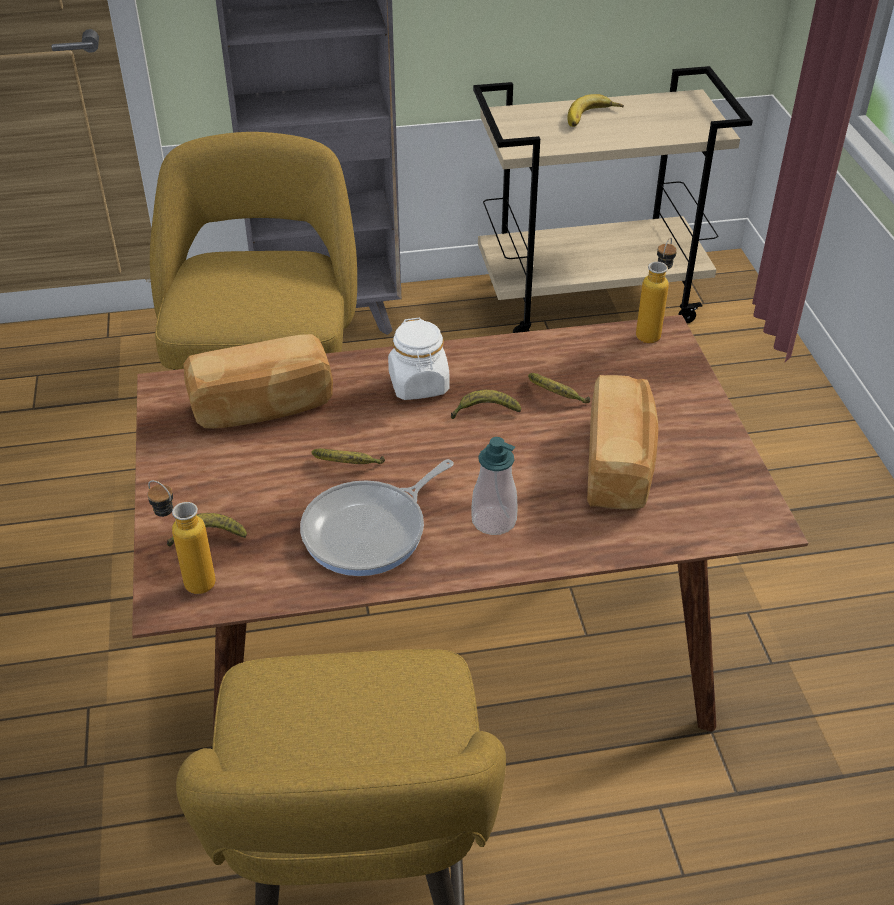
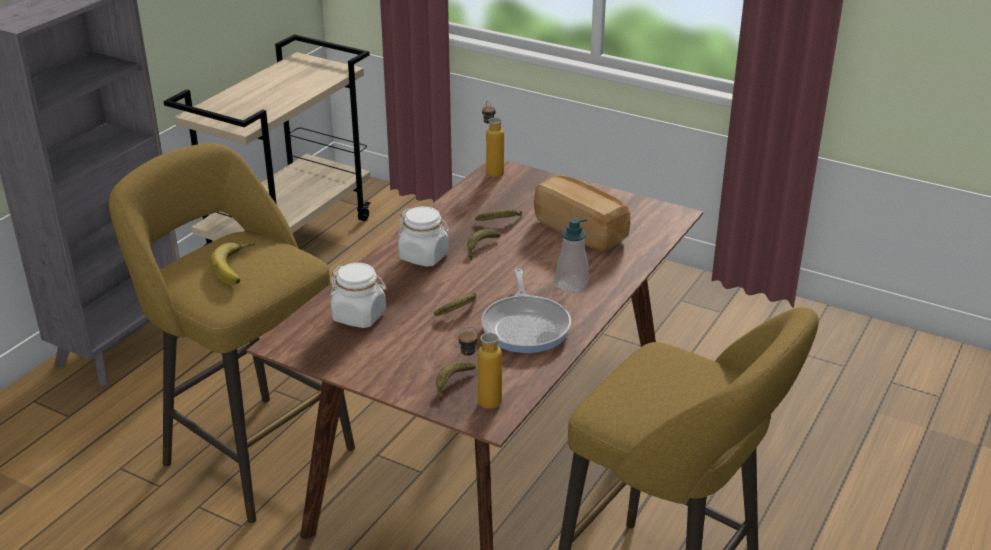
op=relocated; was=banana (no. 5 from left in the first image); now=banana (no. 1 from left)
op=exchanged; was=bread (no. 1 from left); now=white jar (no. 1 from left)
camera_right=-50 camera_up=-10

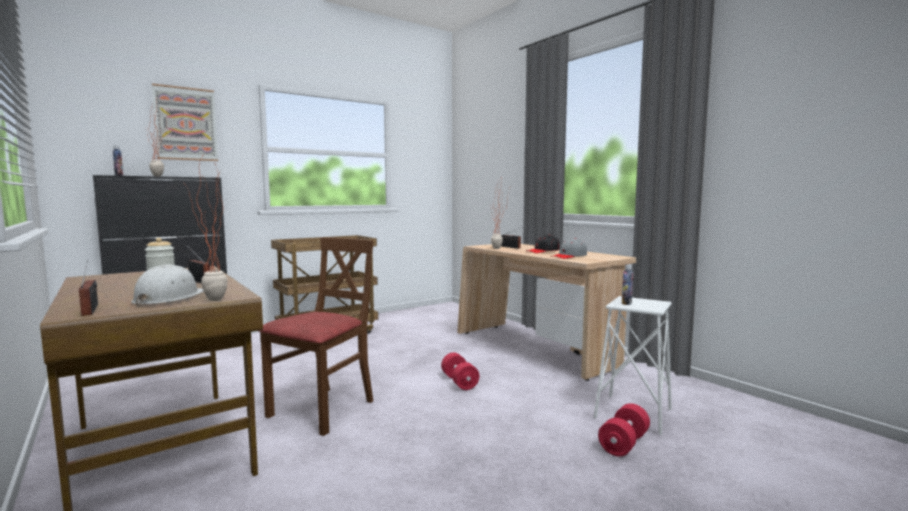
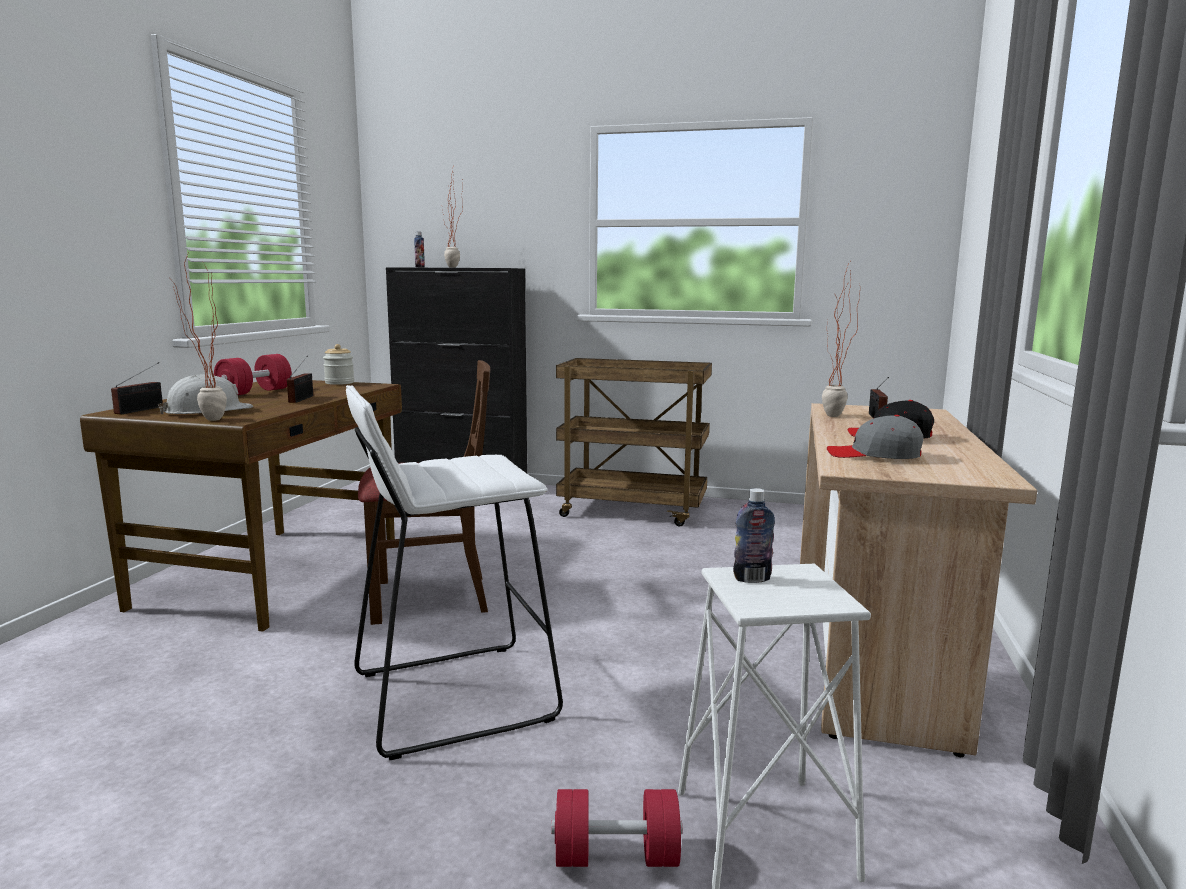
op=missing; was=picture
op=relocated; was=red dumbbell (no. 1 from left)
op=appeared; now=white stool (no. 1 from left)
camera_right=50 camera_up=5

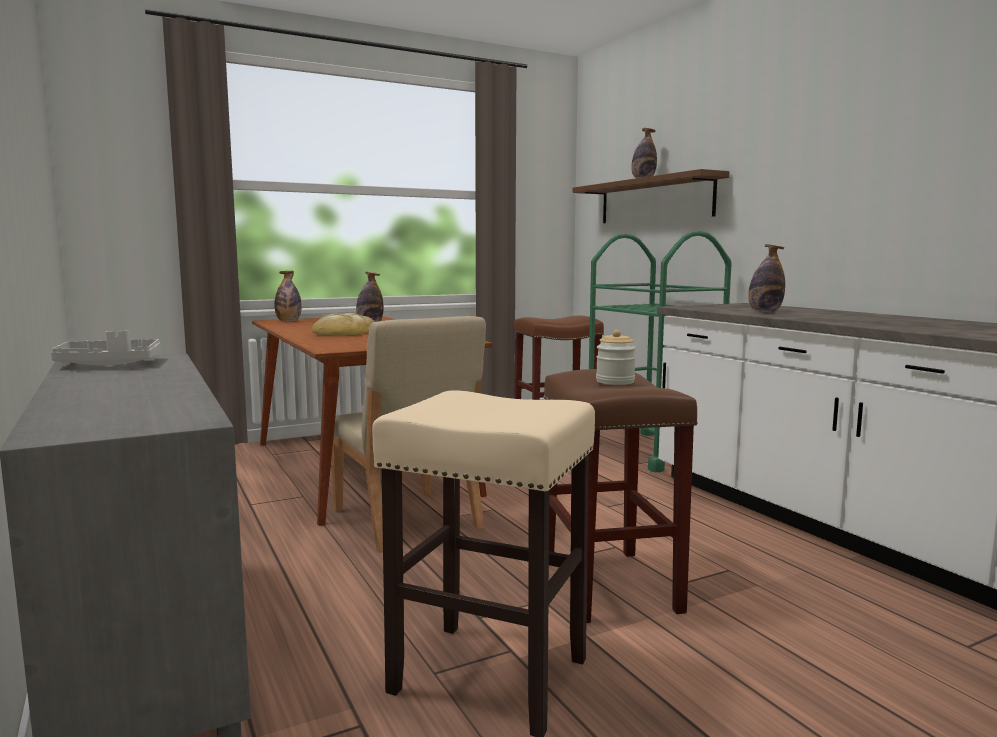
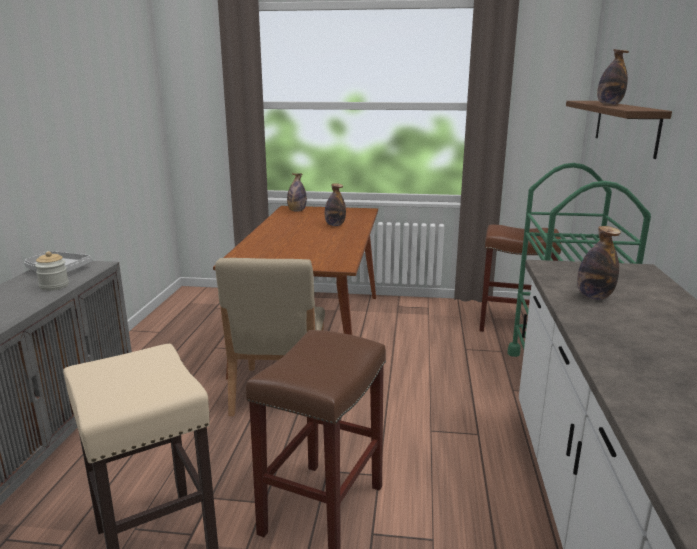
op=missing; was=bread
op=relocated; was=jar
camera_right=35 camera_up=10

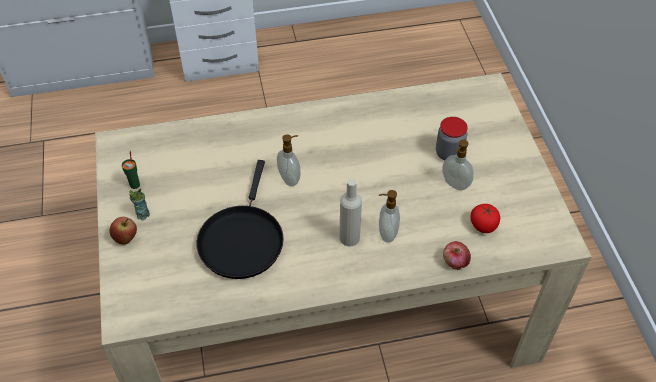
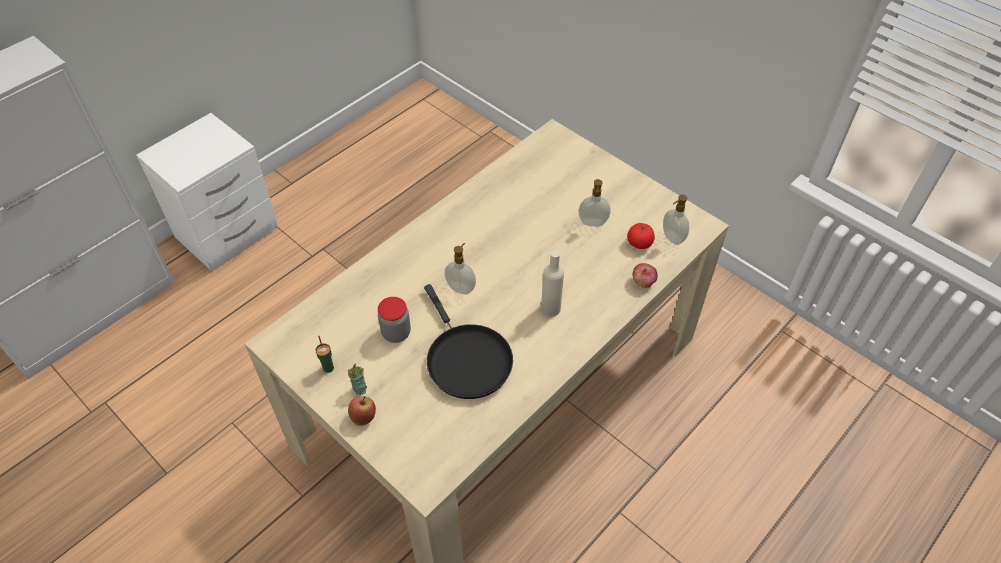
op=relocated; was=jar
op=relocated; was=soap dispenser (no. 2 from left in the first image); now=soap dispenser (no. 3 from left)
camera_right=-35 camera_up=0

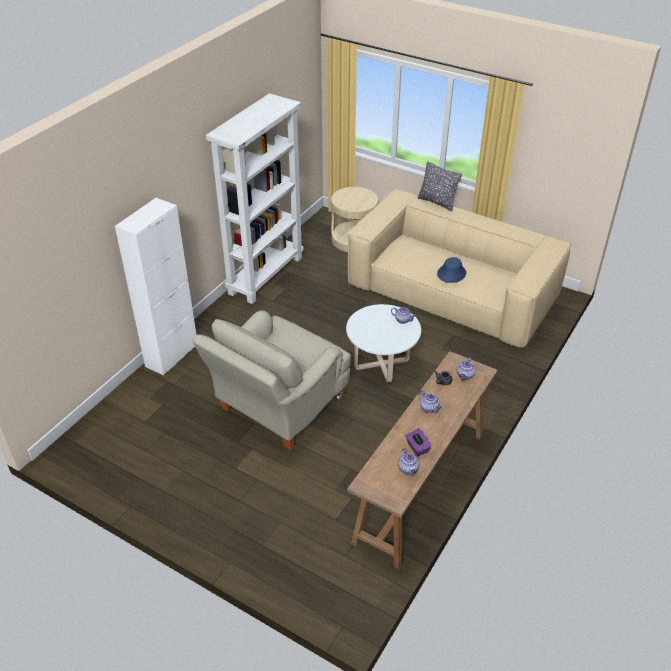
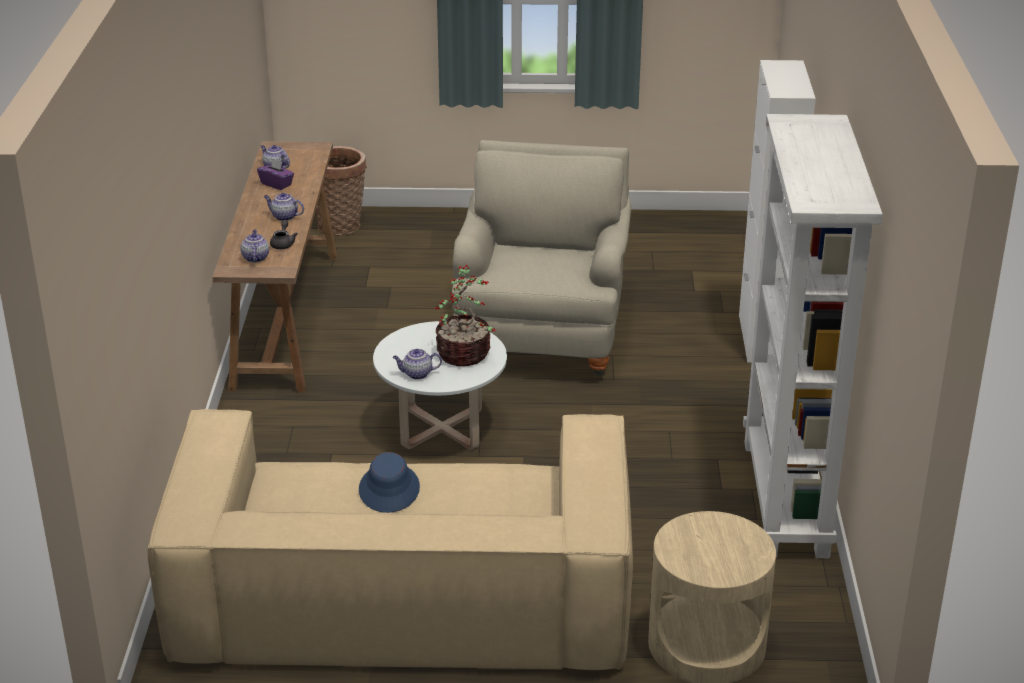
op=missing; was=grey pillow
op=appeared; now=basket
op=appeared; now=potted plant
camera_right=150 camera_up=-10

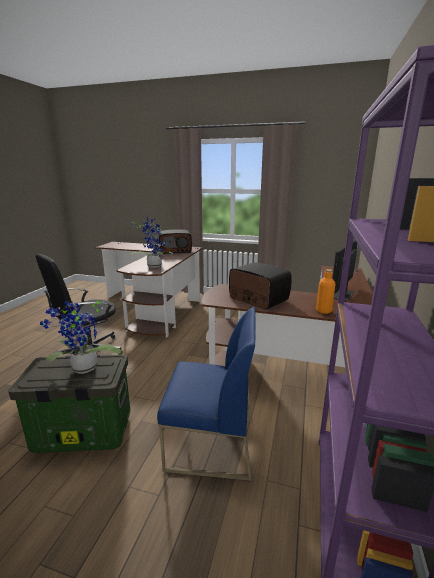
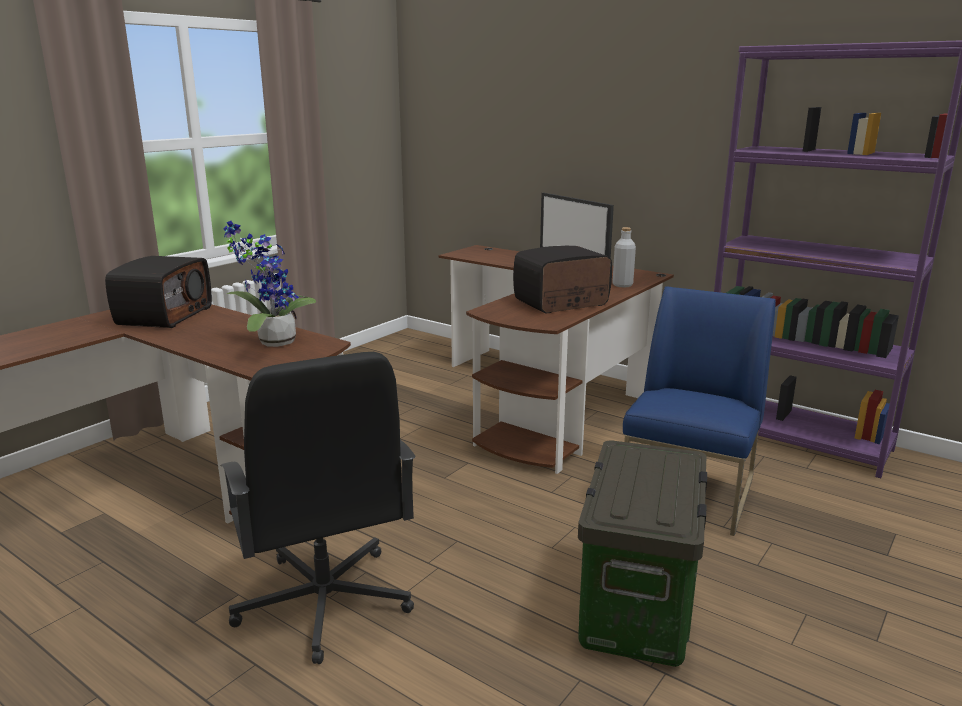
op=colour; was=orange bottle; now=grey bottle
op=missing; was=potted plant (no. 1 from left)
camera_right=-70 camera_up=0

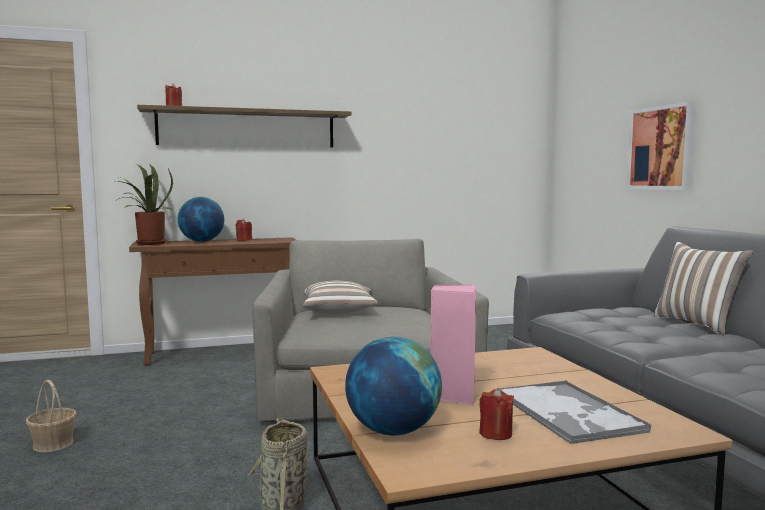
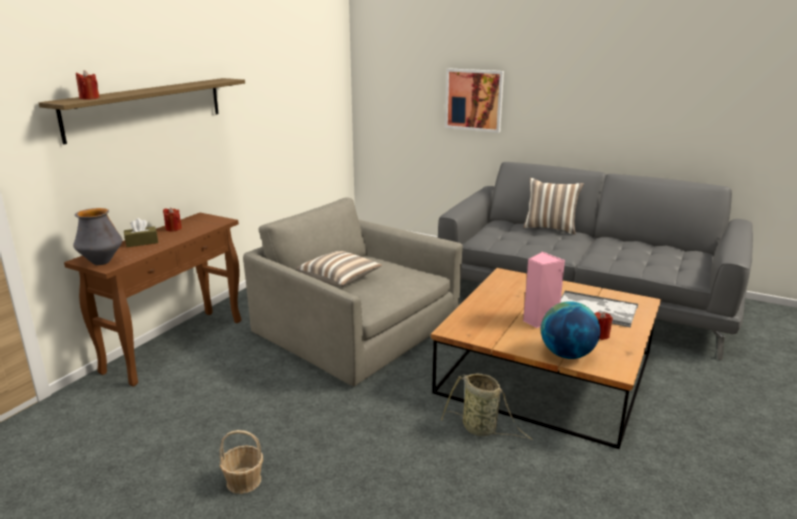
op=exchanged; was=potted plant; now=vase
op=exchanged; was=globe (no. 1 from left); now=brown tissue box
camera_right=-45 camera_up=15

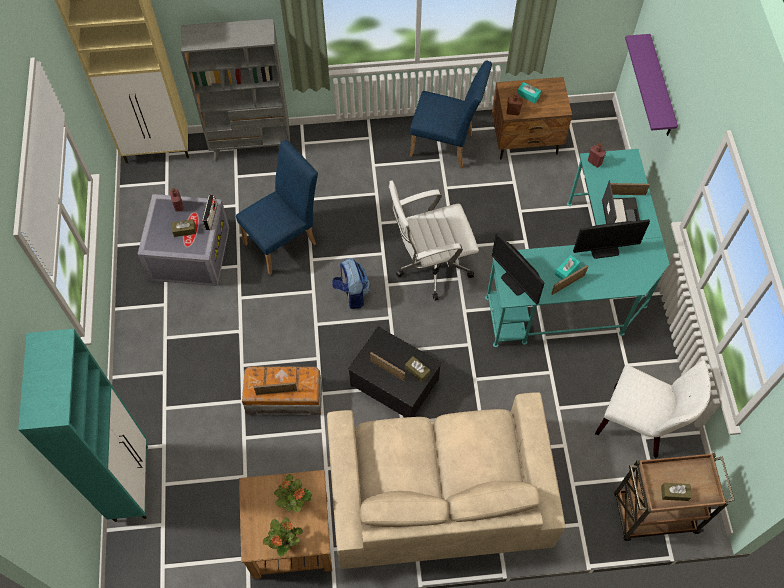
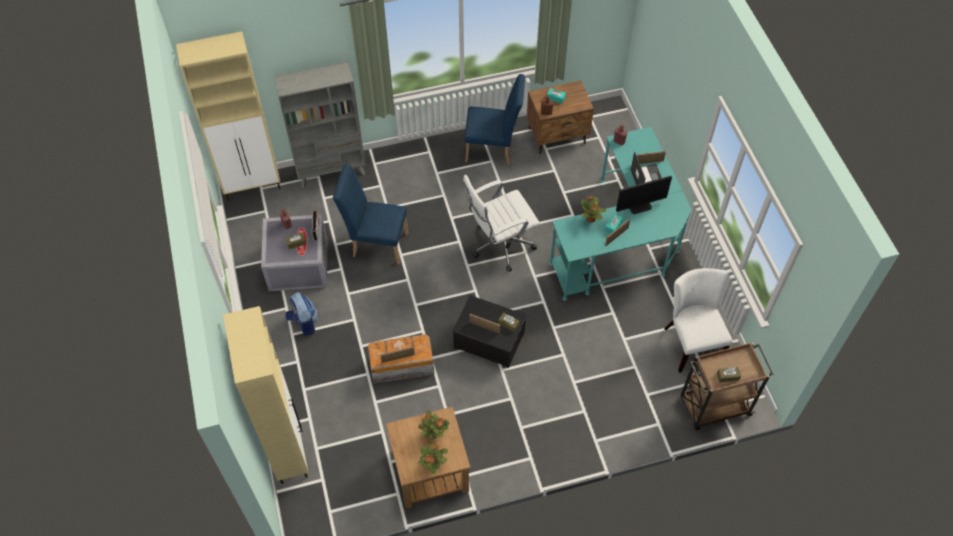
op=missing; was=purple shelf
op=spun; was=blue chair (no. 1 from left); clockwise=-120
op=missing; was=monitor (no. 1 from left)
op=relocated; was=backpack
op=colour; was=turquoise cabinet; now=beige cabinet (no. 2 from left)
op=spun; was=white chair; clockwise=-120
op=missing; was=beige sofa
op=appeared; now=potted plant (no. 3 from left)
camera_right=-10 camera_up=-5

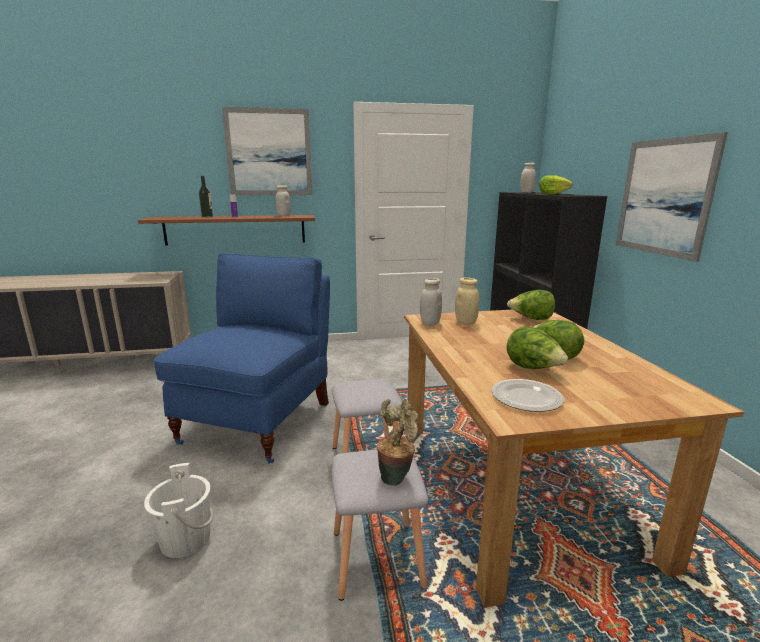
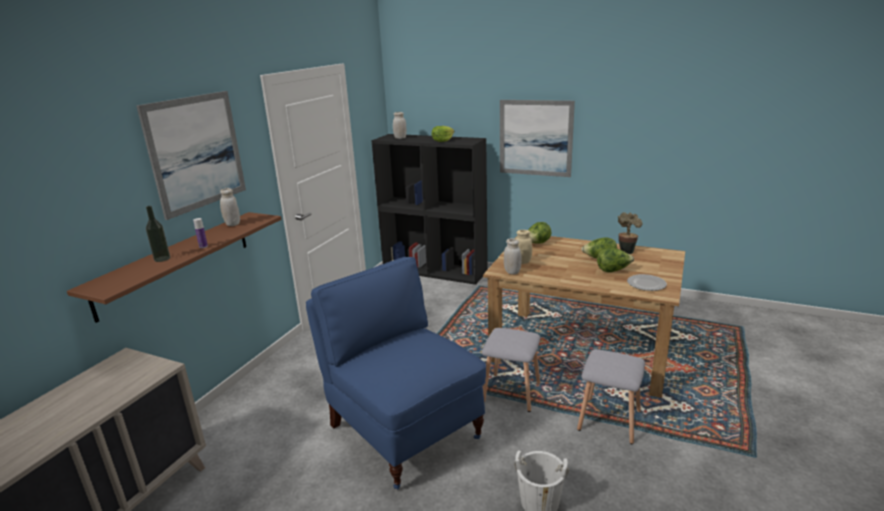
op=relocated; was=potted plant
camera_right=-55 camera_up=5

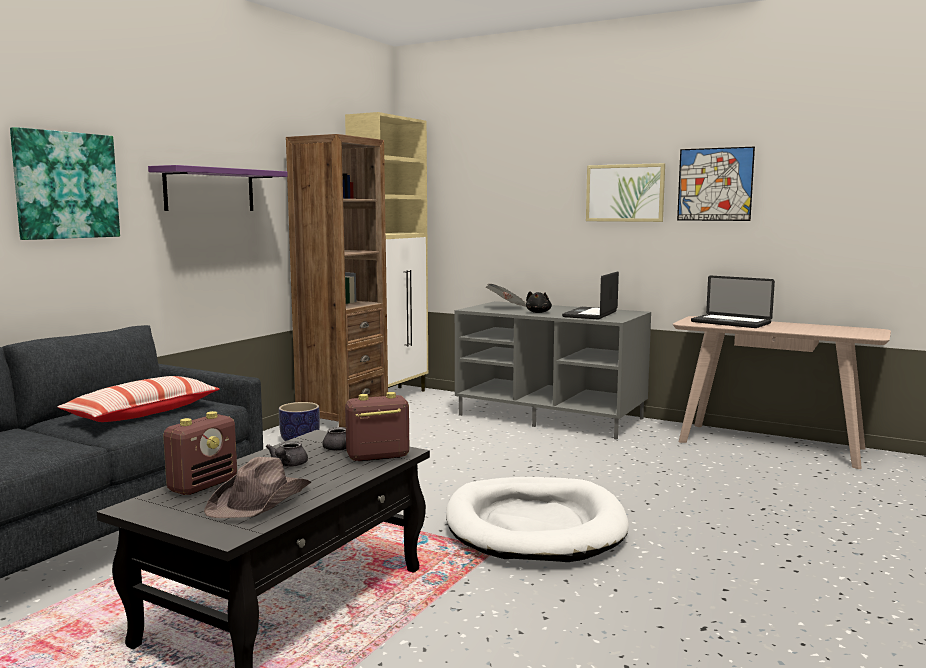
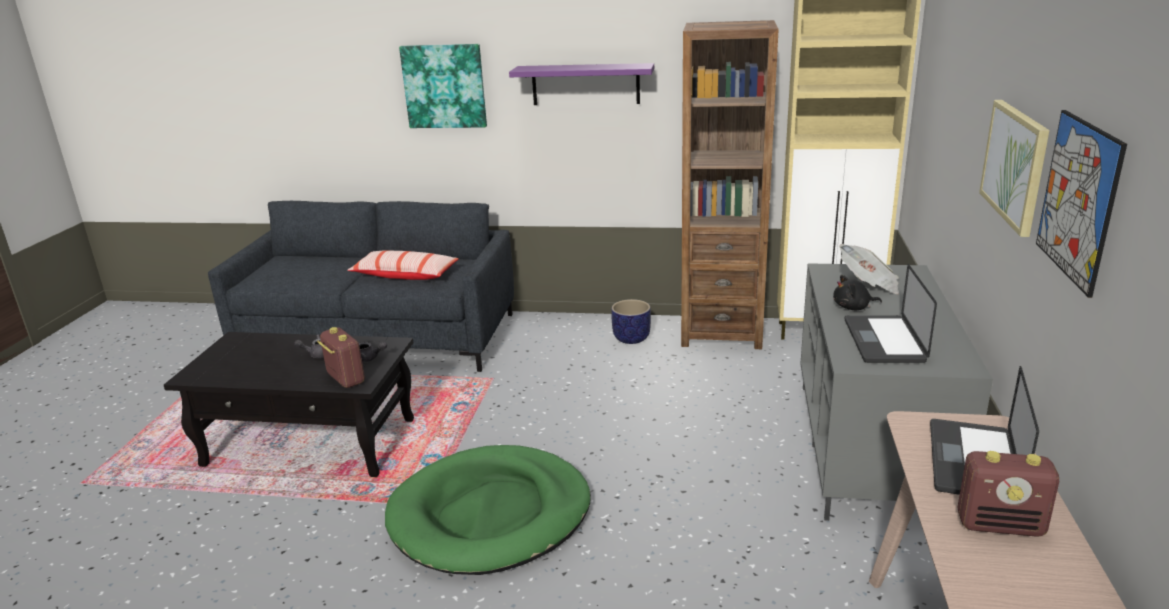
op=spun; was=laptop (no. 1 from left); clockwise=-90
op=relocated; was=radio (no. 1 from left in the first image); now=radio (no. 2 from left)
op=missing; was=brown hat
op=colour; was=white dog bed; now=green dog bed
camera_right=70 camera_up=15

